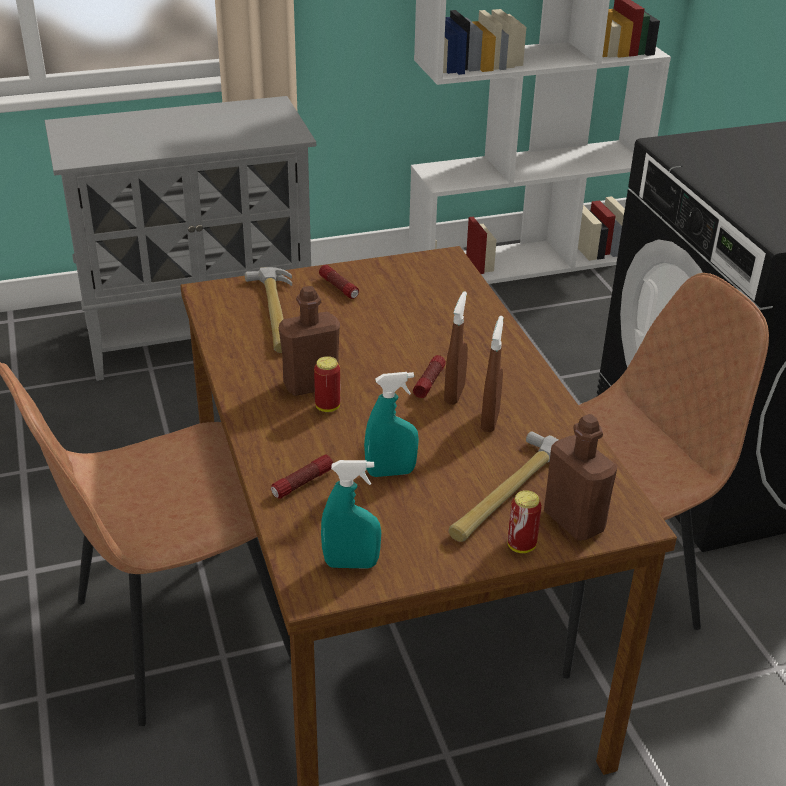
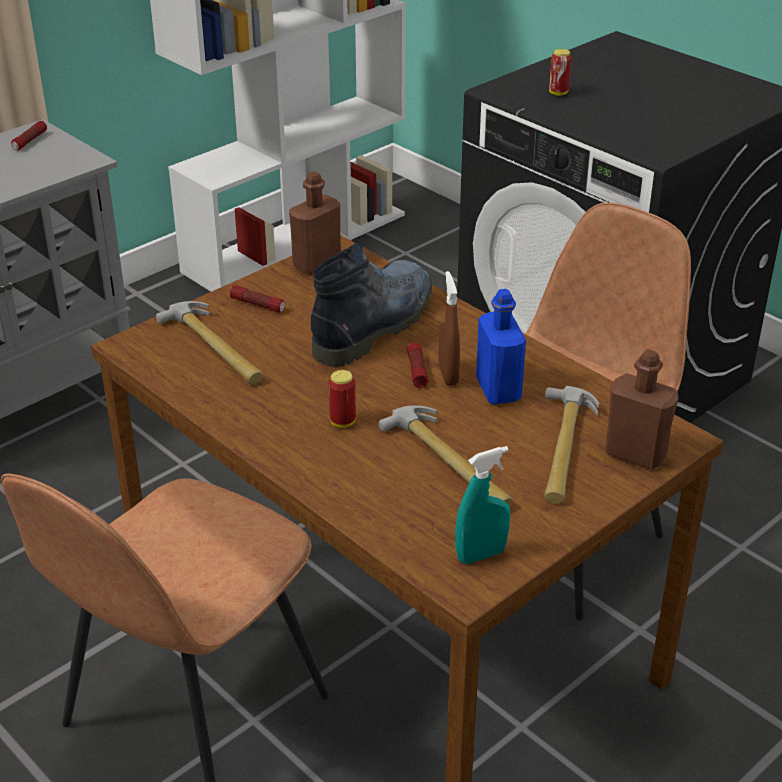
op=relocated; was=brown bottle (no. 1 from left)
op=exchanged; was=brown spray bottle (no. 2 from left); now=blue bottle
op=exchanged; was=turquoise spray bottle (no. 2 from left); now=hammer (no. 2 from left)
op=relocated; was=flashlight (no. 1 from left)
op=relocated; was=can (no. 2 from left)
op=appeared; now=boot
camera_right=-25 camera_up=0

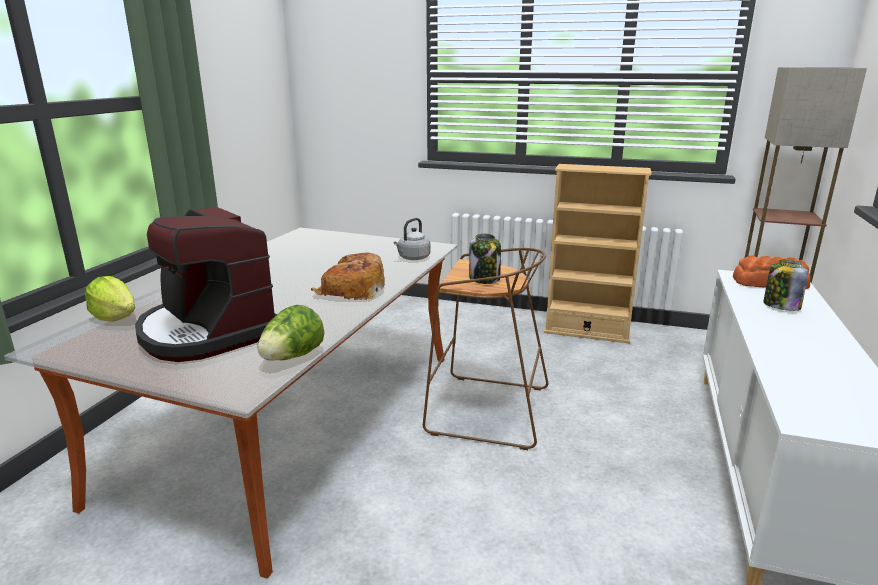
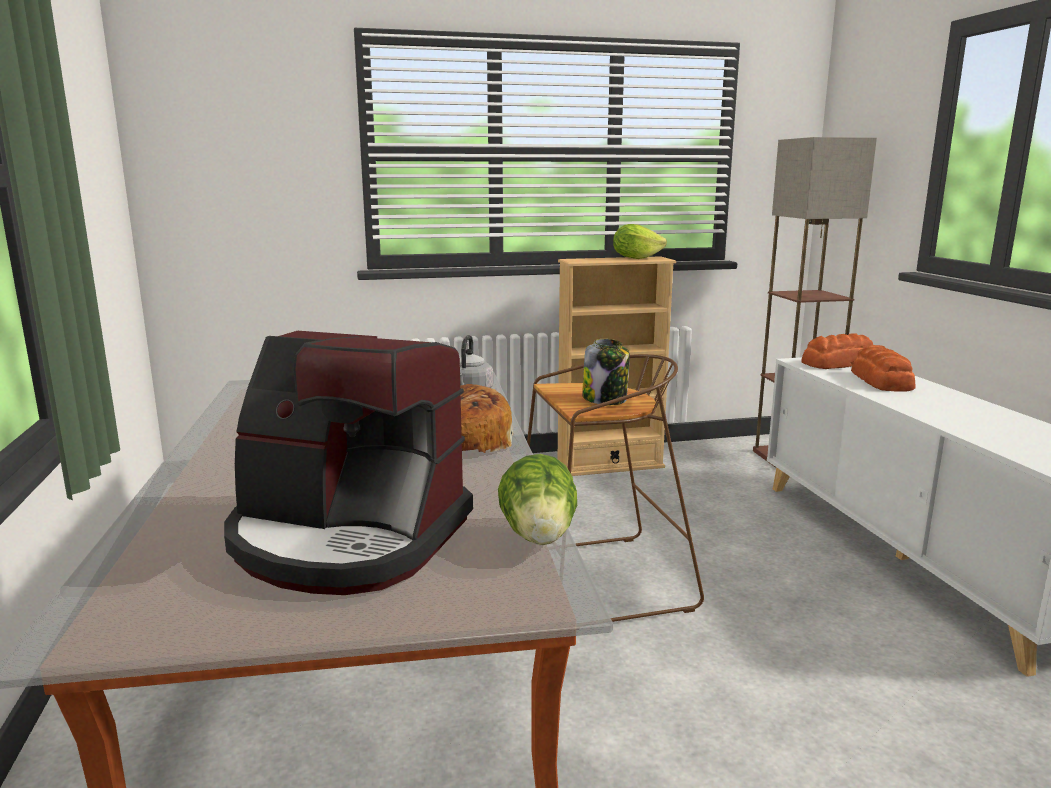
op=exchanged; was=jar (no. 2 from left); now=bread (no. 3 from left)
op=relocated; was=lettuce (no. 1 from left in the first image); now=lettuce (no. 2 from left)
camera_right=-30 camera_up=-5

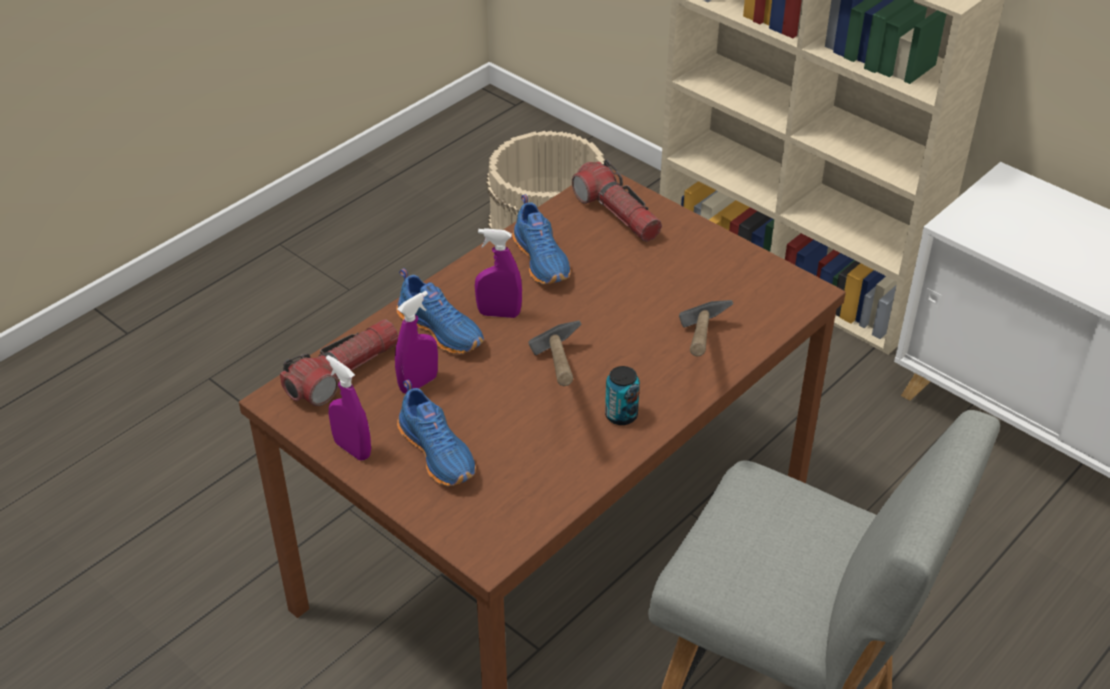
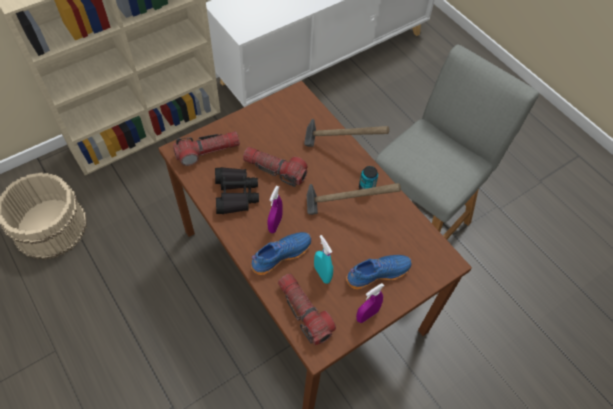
op=exchanged; was=blue shoe (no. 3 from left); now=black binoculars
op=colour; was=purple spray bottle (no. 2 from left); now=turquoise spray bottle
op=appeared; now=flashlight (no. 2 from left)
camera_right=-80 camera_up=15

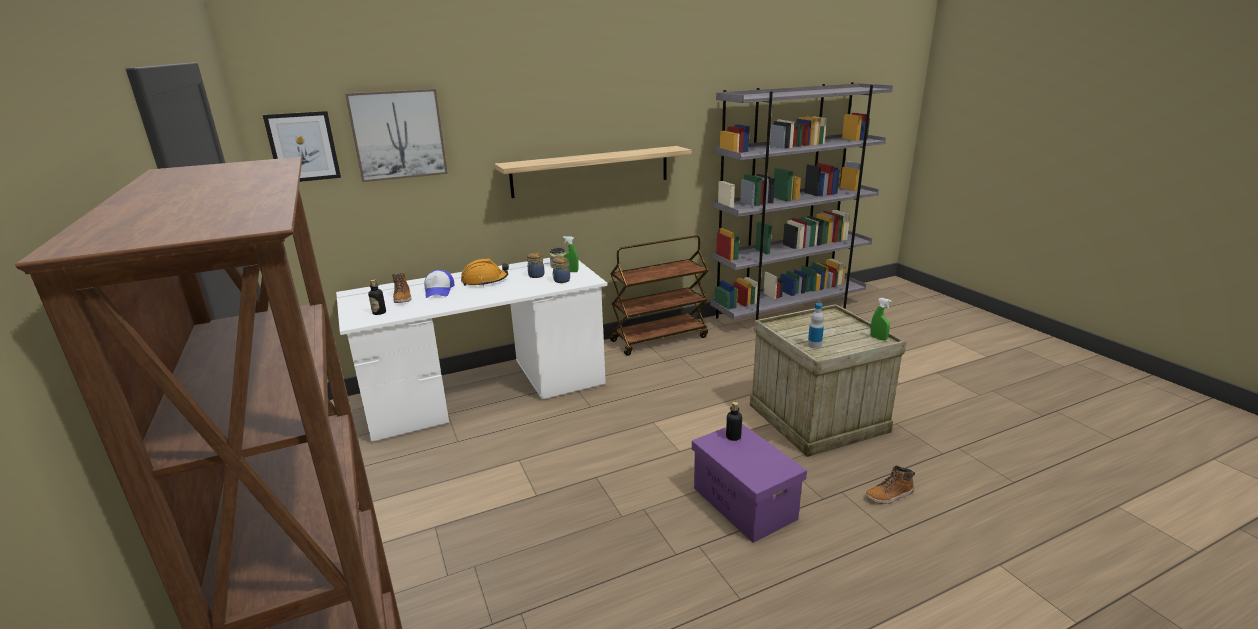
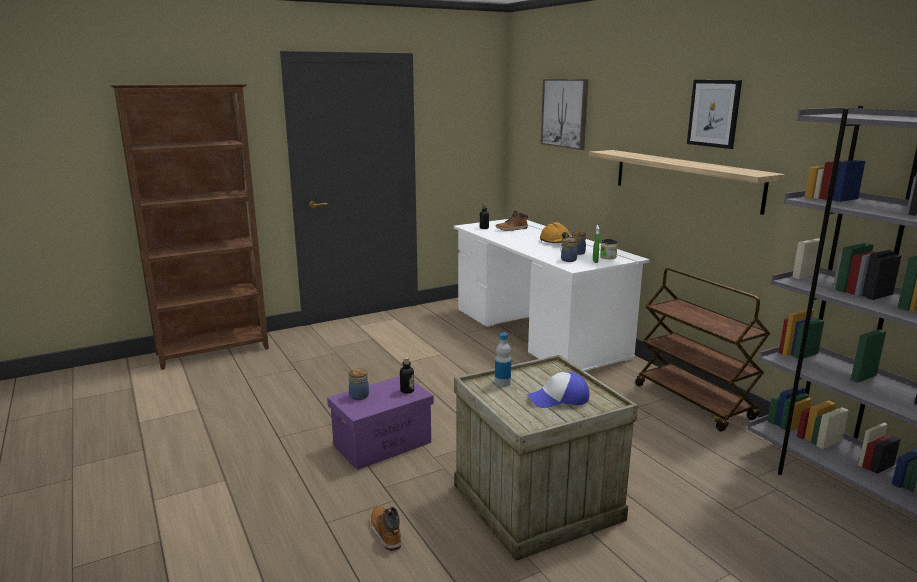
op=relocated; was=picture (no. 1 from left in the first image); now=picture (no. 2 from left)
op=relocated; was=cap
op=missing; was=green spray bottle (no. 2 from left)
op=appeared; now=jar (no. 1 from left)
camera_right=85 camera_up=-5

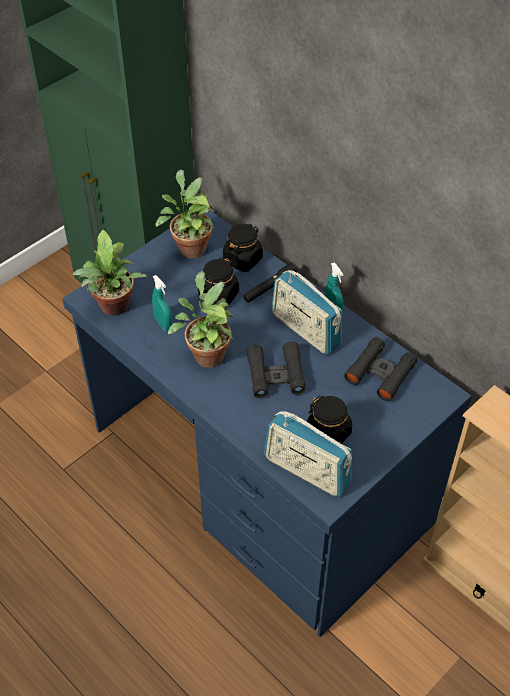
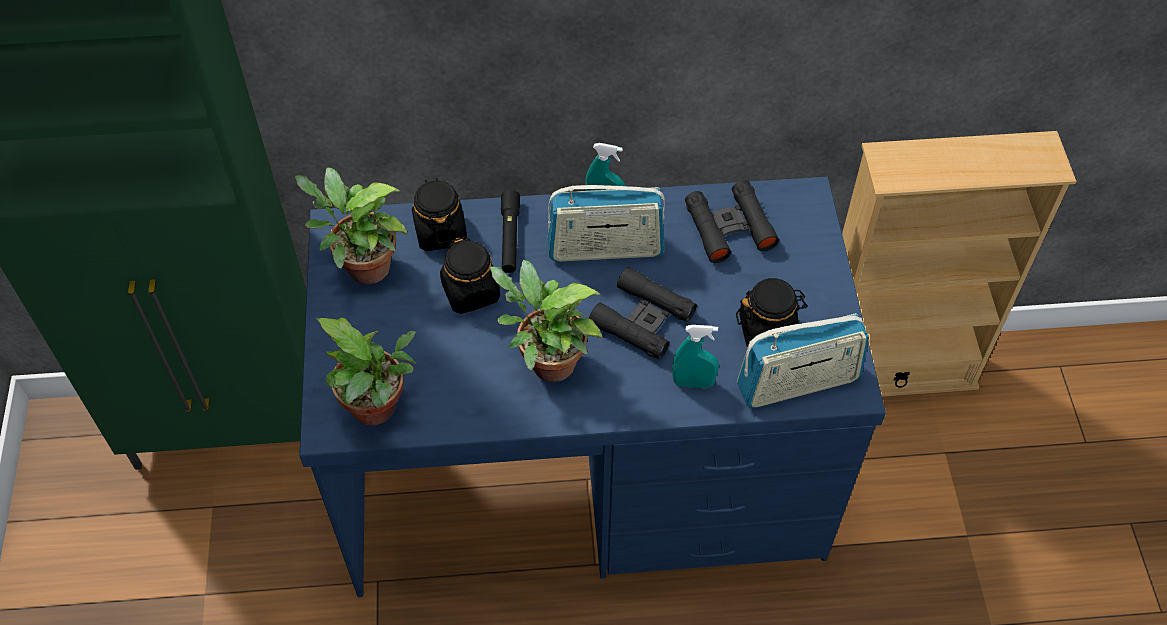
op=relocated; was=turquoise spray bottle (no. 1 from left in the first image); now=turquoise spray bottle (no. 2 from left)
camera_right=-50 camera_up=5

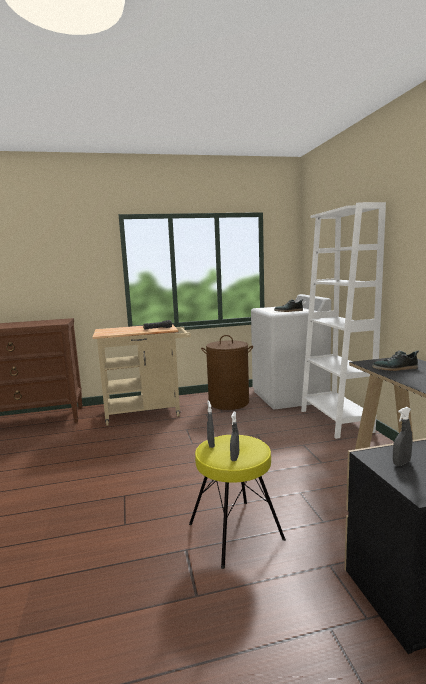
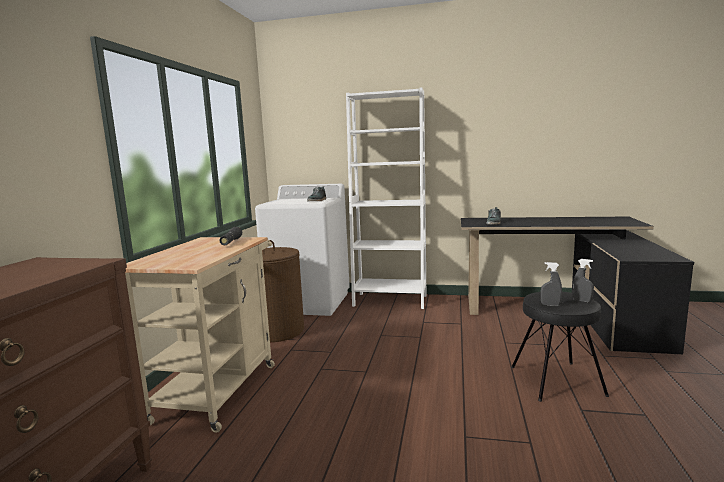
op=missing; was=grey spray bottle (no. 3 from left)
op=colour; was=yellow stool; now=black stool
camera_right=-65 camera_up=0

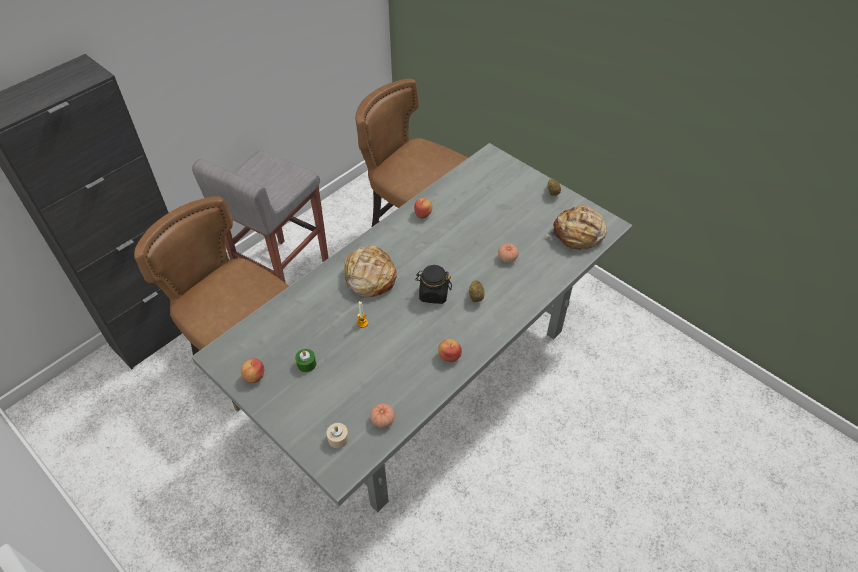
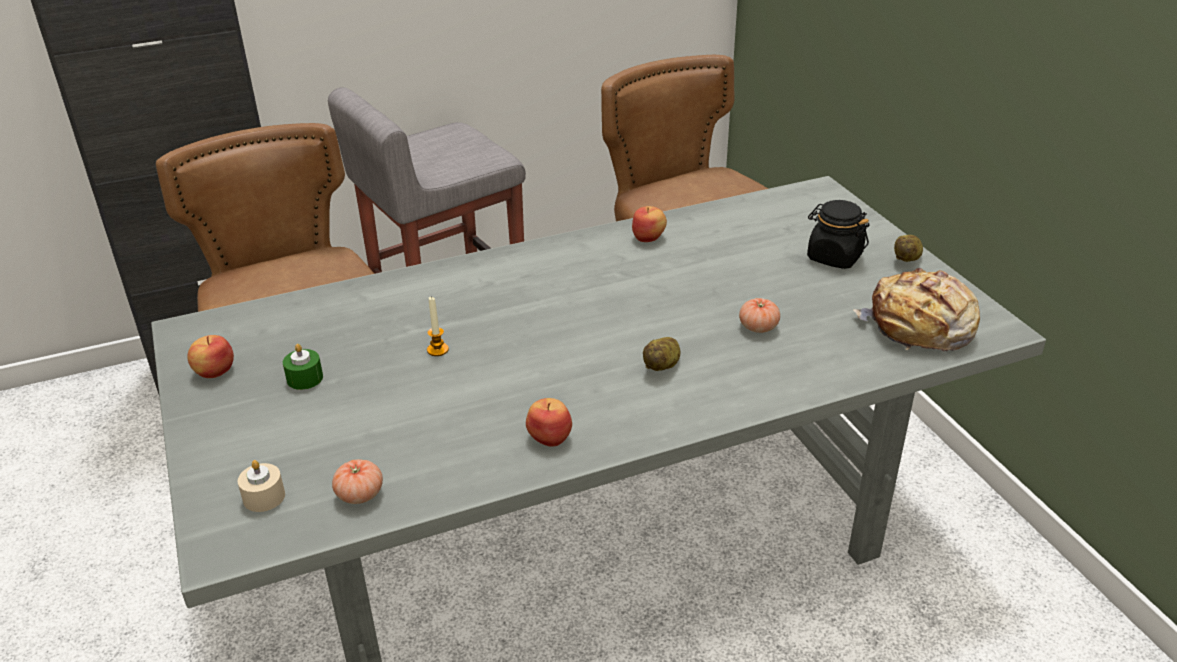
op=missing; was=bread (no. 1 from left)
op=relocated; was=black jar
camera_right=25 camera_up=-15

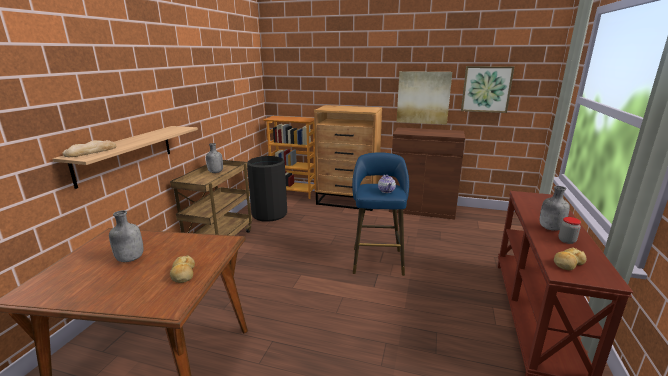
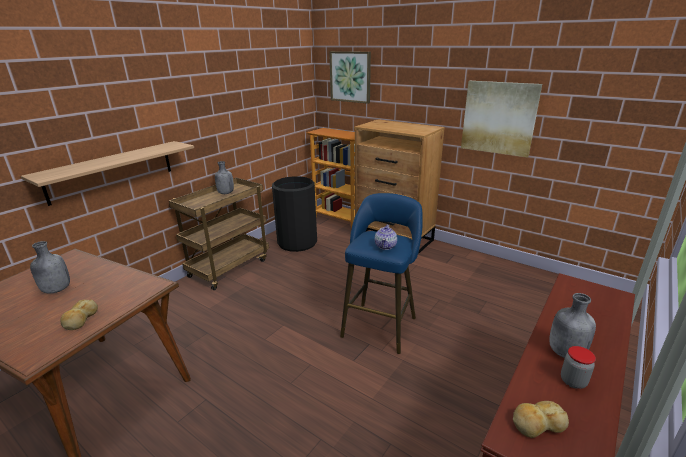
op=relocated; was=picture (no. 2 from left in the first image); now=picture (no. 1 from left)
op=missing; was=brown cabinet
op=missing; was=bread (no. 1 from left)
camera_right=20 camera_up=5

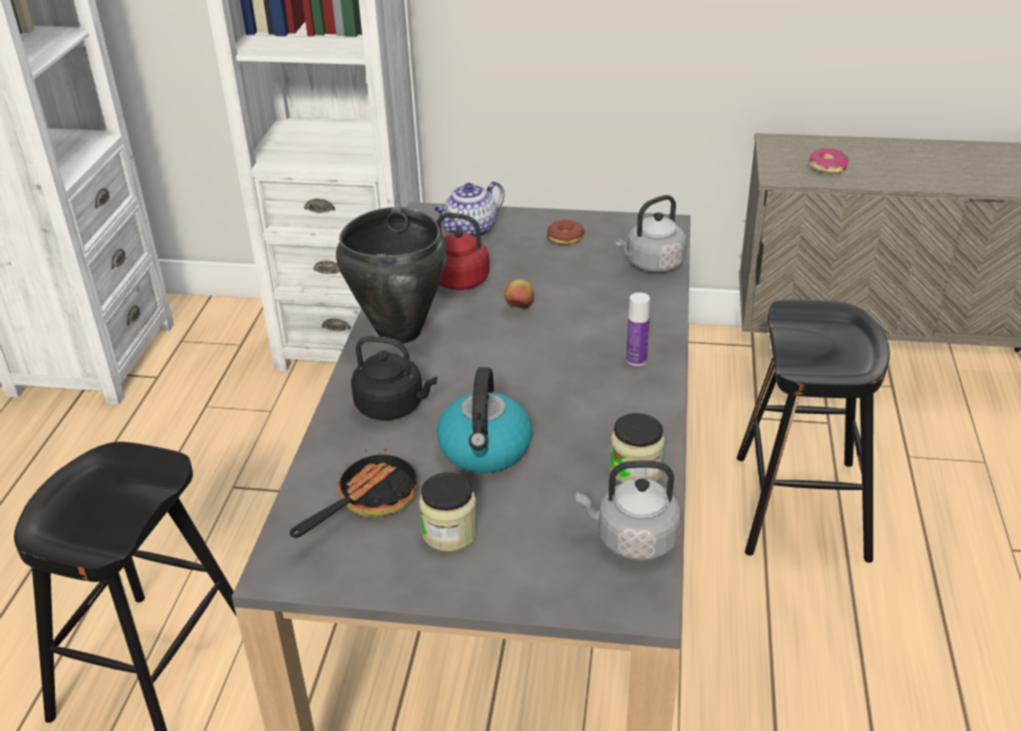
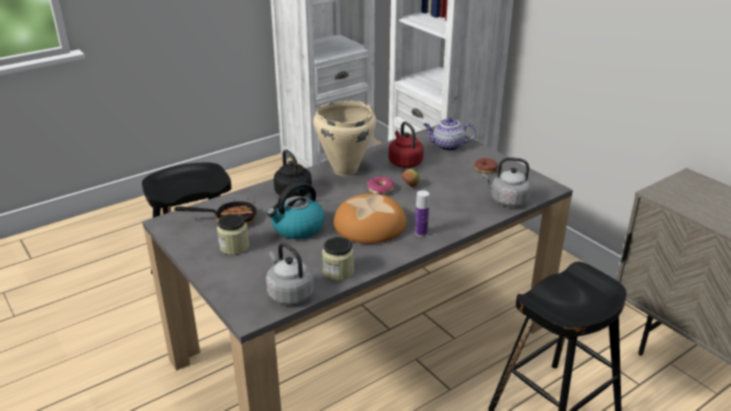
op=relocated; was=donut (no. 2 from left in the first image); now=donut (no. 1 from left)
op=colour; was=black cooking pot; now=beige cooking pot
op=appeared; now=bread
camera_right=45 camera_up=-5

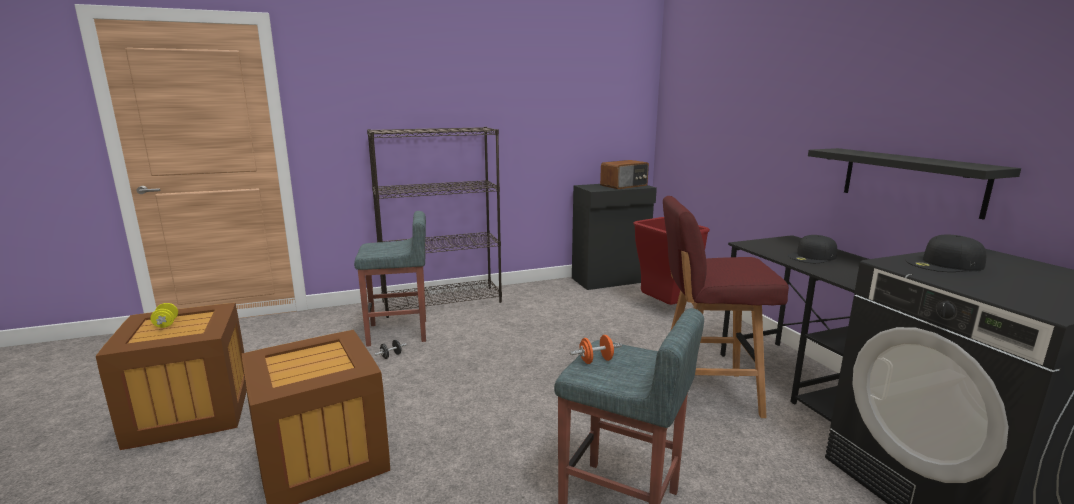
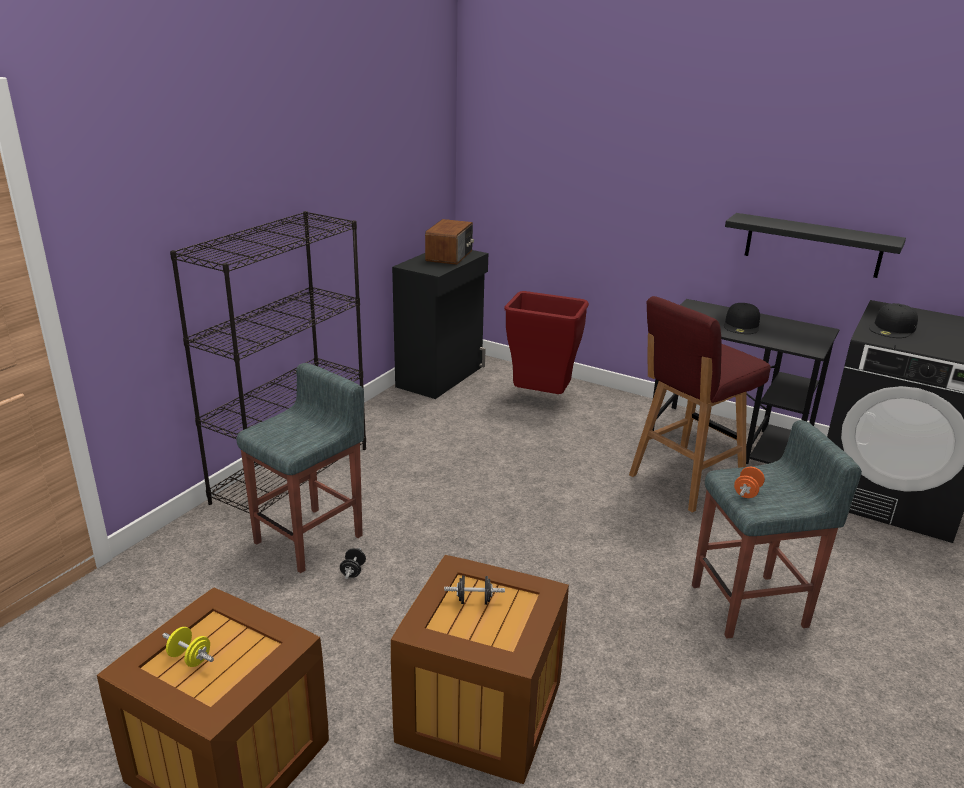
op=appeared; now=black dumbbell (no. 2 from left)
camera_right=-40 camera_up=10

